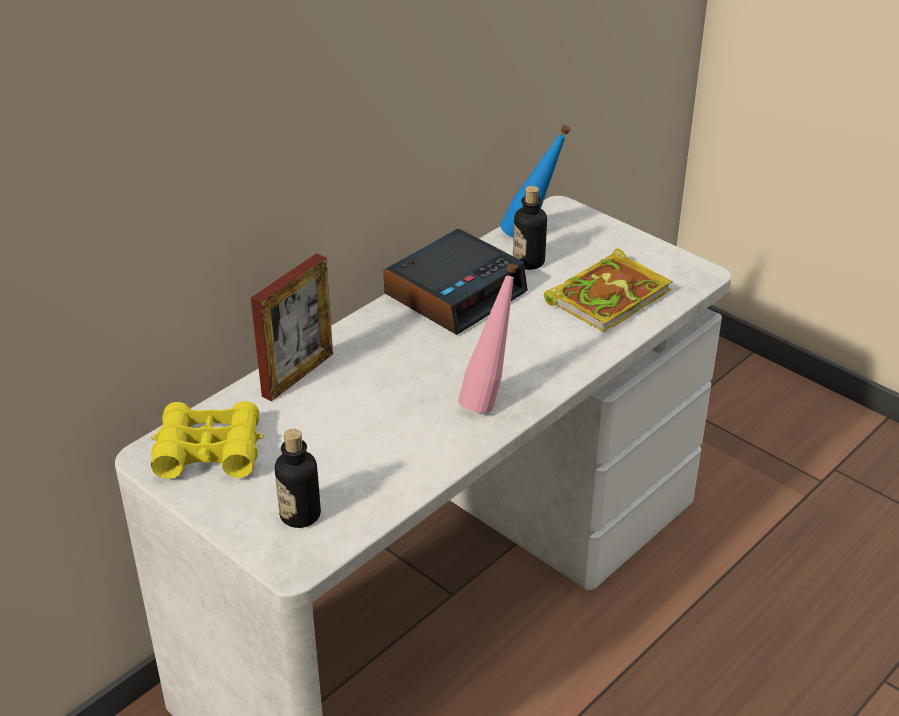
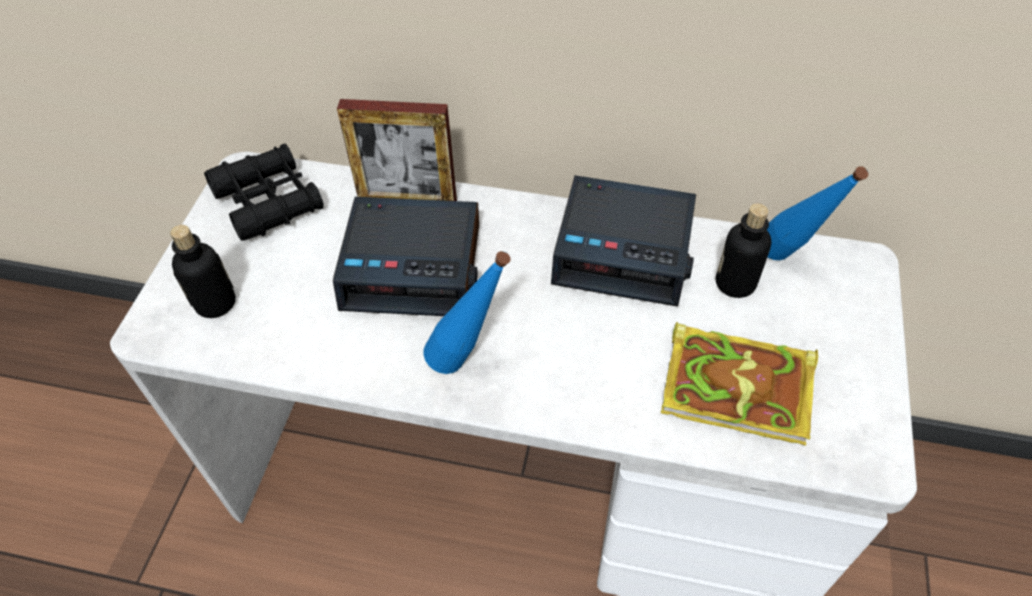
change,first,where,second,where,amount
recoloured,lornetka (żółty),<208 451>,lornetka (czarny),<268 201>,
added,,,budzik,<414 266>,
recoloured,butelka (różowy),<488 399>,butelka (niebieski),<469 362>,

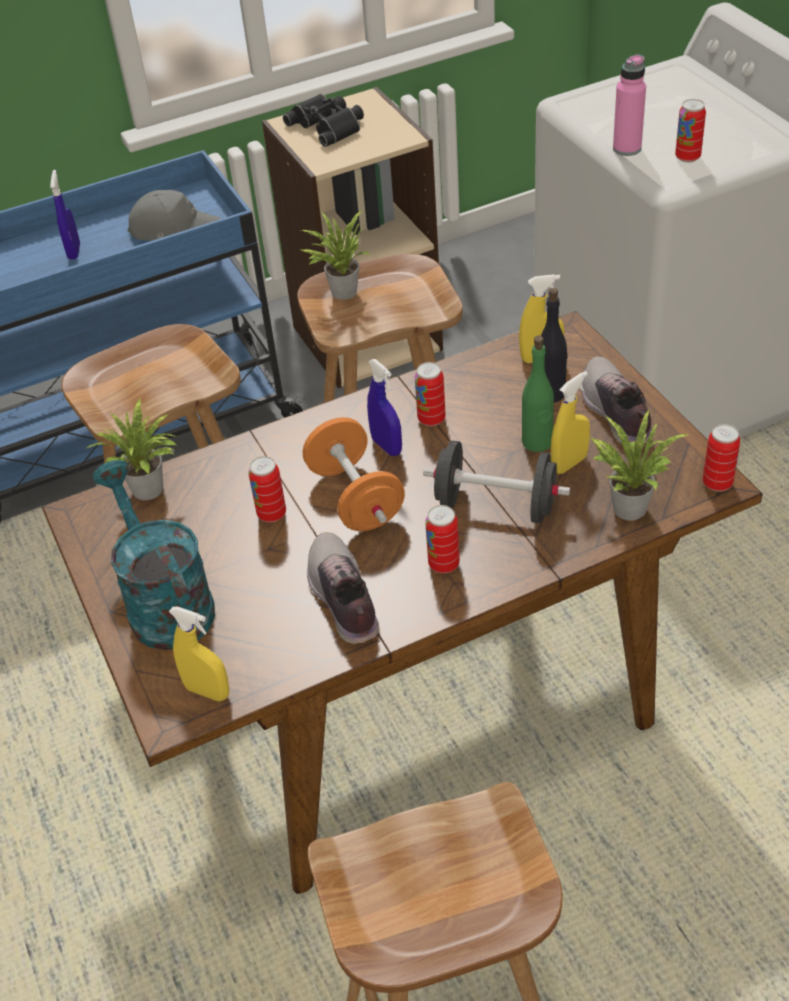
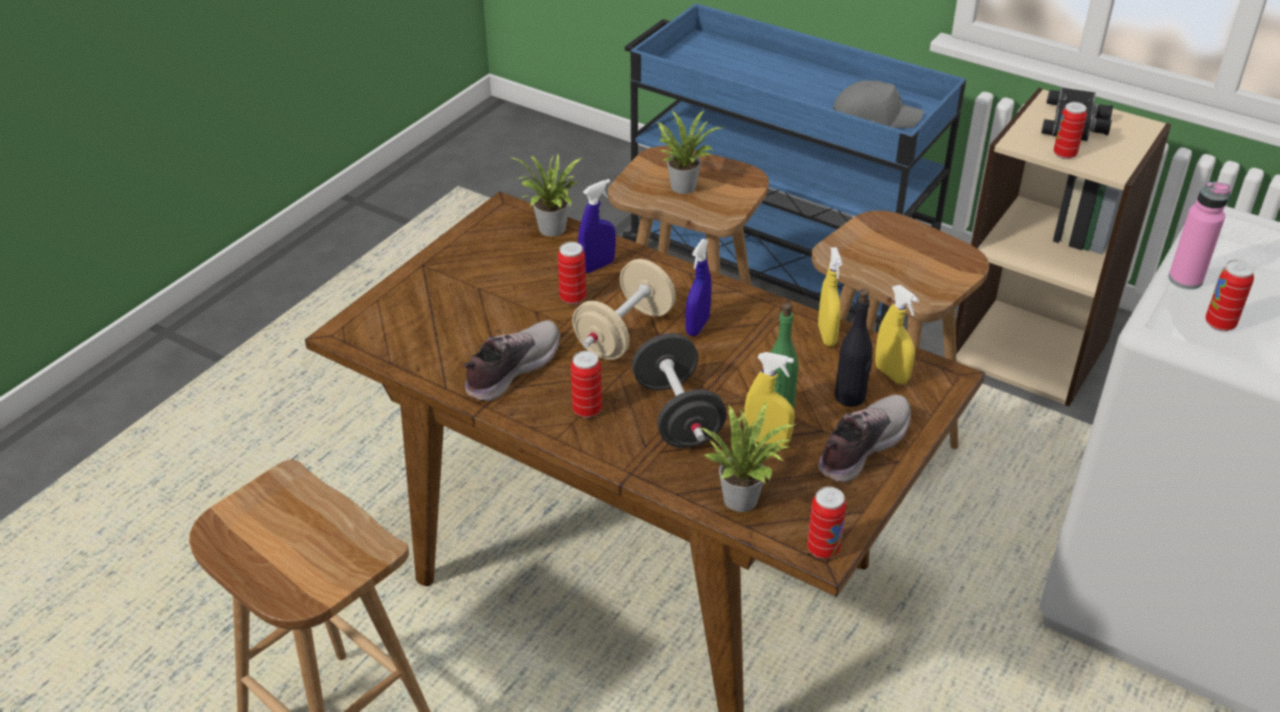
change,first,where,second,where,amount
recoloured,hantel (pomarańczowy),<355 498>,hantel (beżowy),<624 333>,
moved,spryskiwacz (niebieski),<74 251>,,<597 266>,
moved,roślina doniczkowa,<341 291>,,<683 185>,
moved,spryskiwacz (żółty),<207 691>,,<827 335>,
turned,czapka z daszkiem (szary),<173 228>,,<874 118>,60 degrees counterclockwise
moved,puszka,<431 419>,,<1064 154>,
removed,konewka (turkusowy),<164 602>,,,

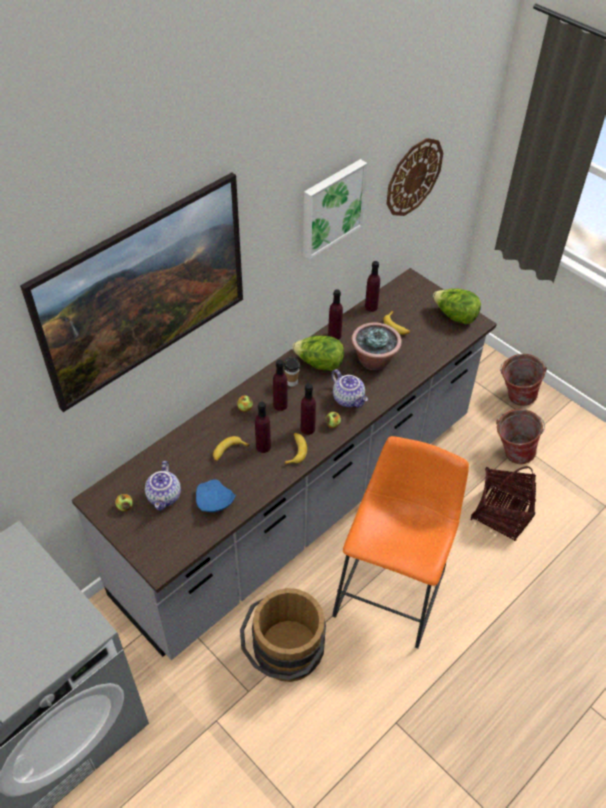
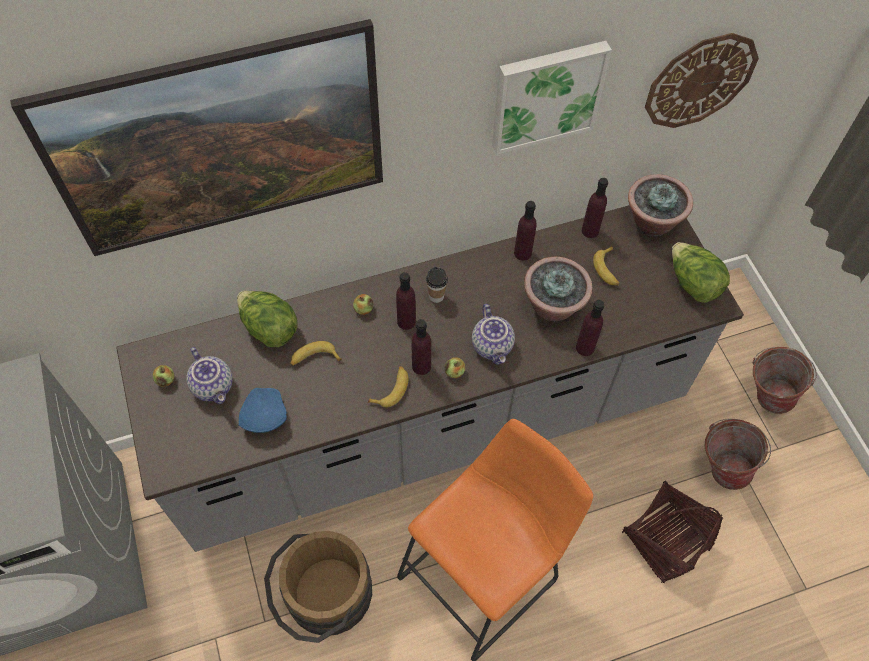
change,first,where,second,where,amount
turned,imbryk,<165 497>,,<214 386>,60 degrees counterclockwise
moved,sałata,<319 364>,,<269 328>,
moved,butelka (fioletowy),<263 447>,,<585 347>,
added,,,roślina doniczkowa,<651 222>,

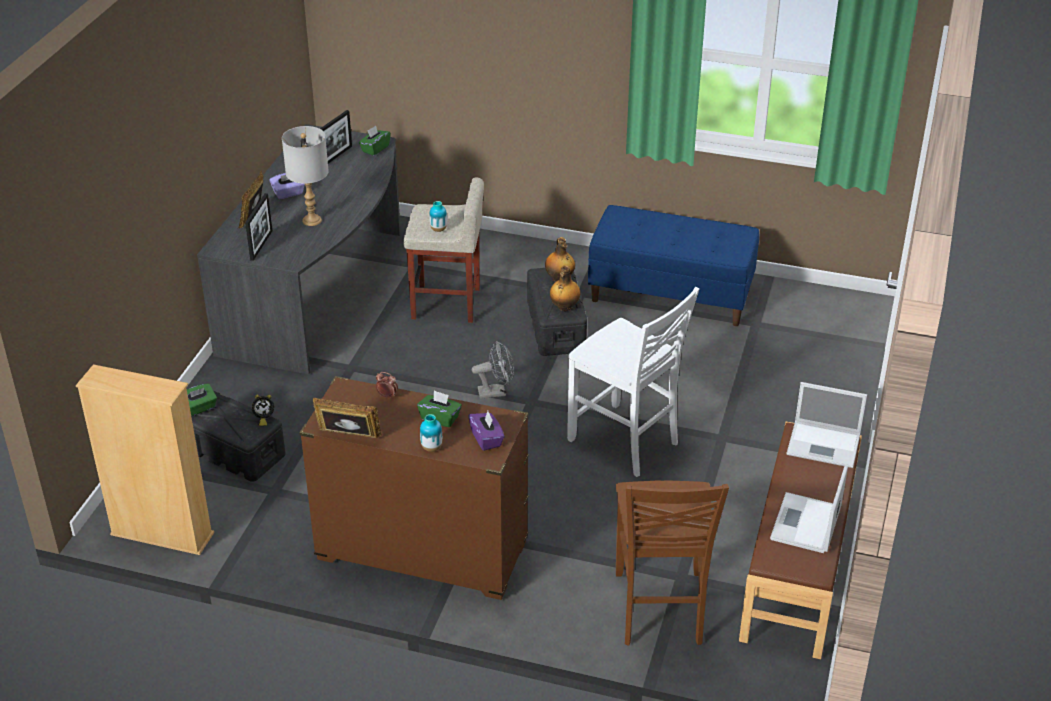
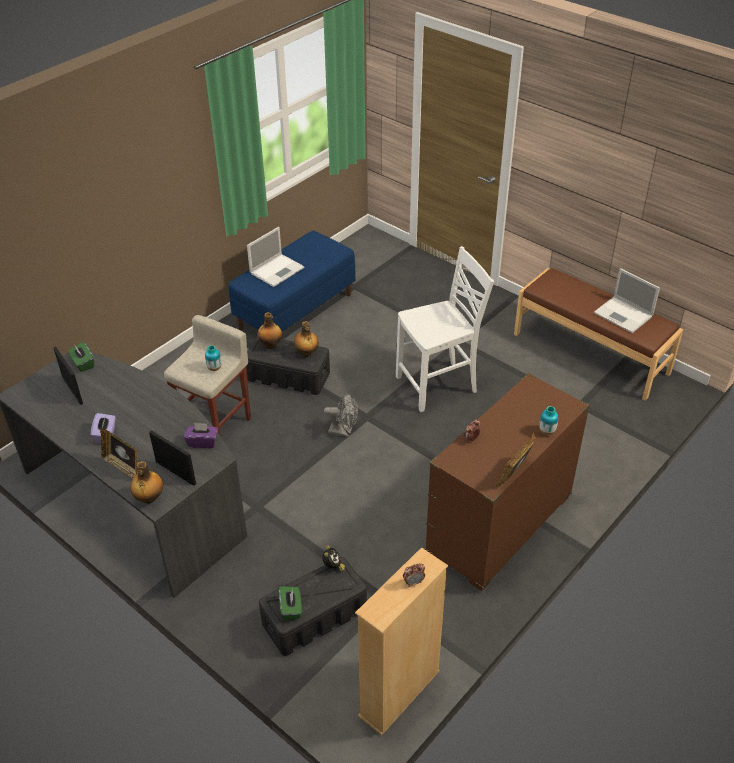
change,first,where,second,where,amount
added,,,butelka,<149 498>,
moved,pudełko chusteczek (fioletowy),<486 439>,,<202 442>,
moved,laptop,<825 444>,,<277 270>,
turned,wentylator (szary),<496 392>,,<344 431>,90 degrees clockwise
added,,,budzik,<413 582>,
removed,lampa stołowa (szary),<311 220>,,,
removed,pudełko chusteczek (zielony),<440 418>,,,
removed,krzesło (brązowy),<659 609>,,,

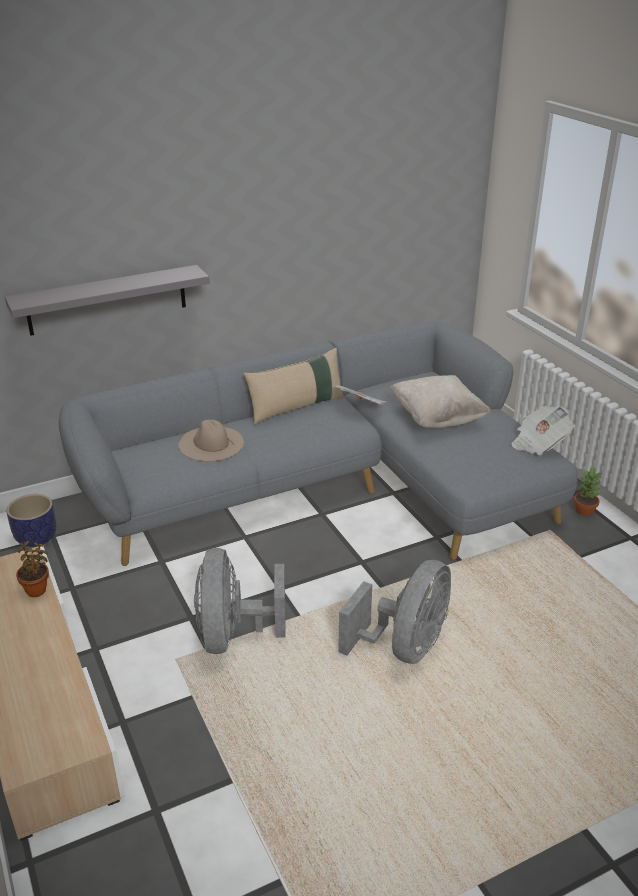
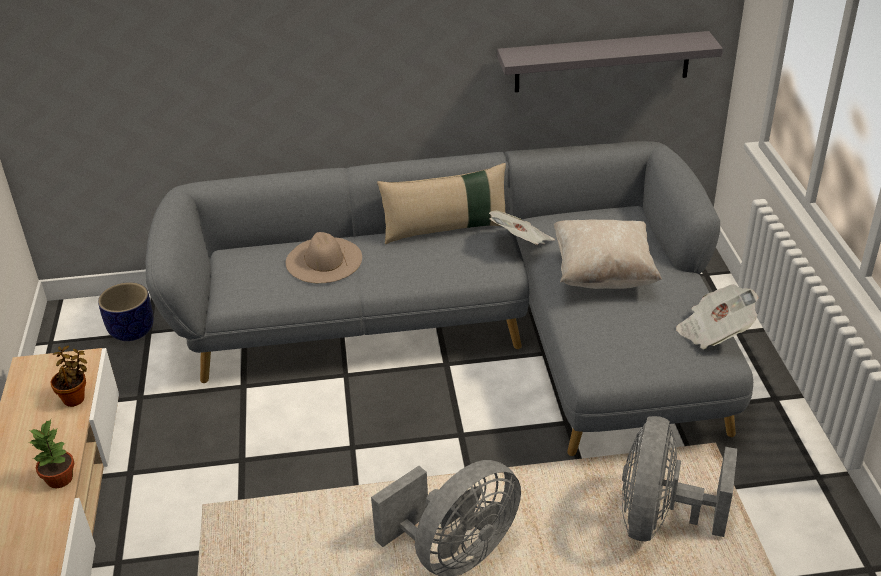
change,first,where,second,where,amount
moved,roślina doniczkowa,<585 511>,,<60 479>,
moved,półka (szary),<107 300>,,<602 62>,
moved,wentylator (szary),<233 635>,,<660 519>,

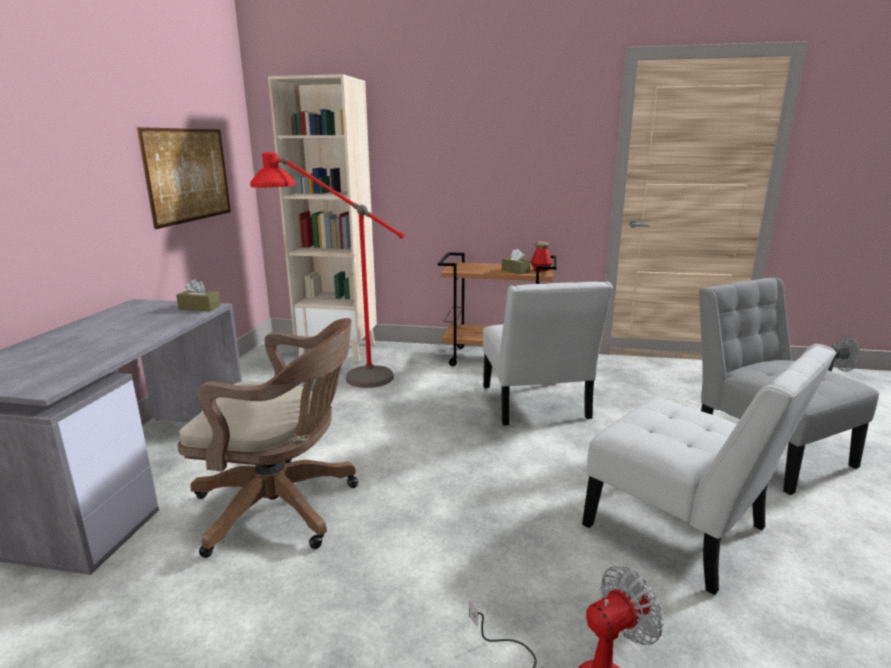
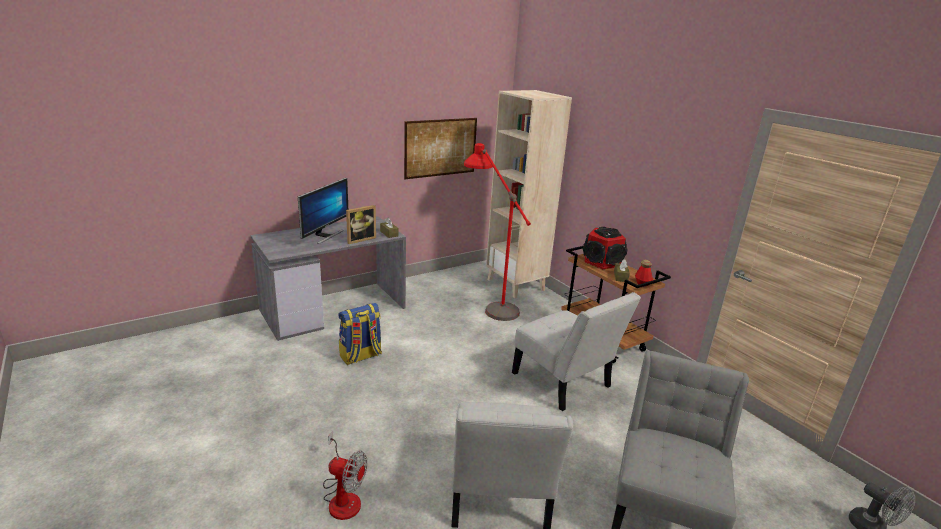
change,first,where,second,where,amount
added,,,monitor,<325 235>,
replaced,krzesło biurowe (brązowy),<284 507>,plecak,<360 356>,
added,,,ramka na zdjęcie,<360 239>,
turned,krzesło (biały),<535 405>,,<564 383>,75 degrees counterclockwise
added,,,głośnik,<602 262>,

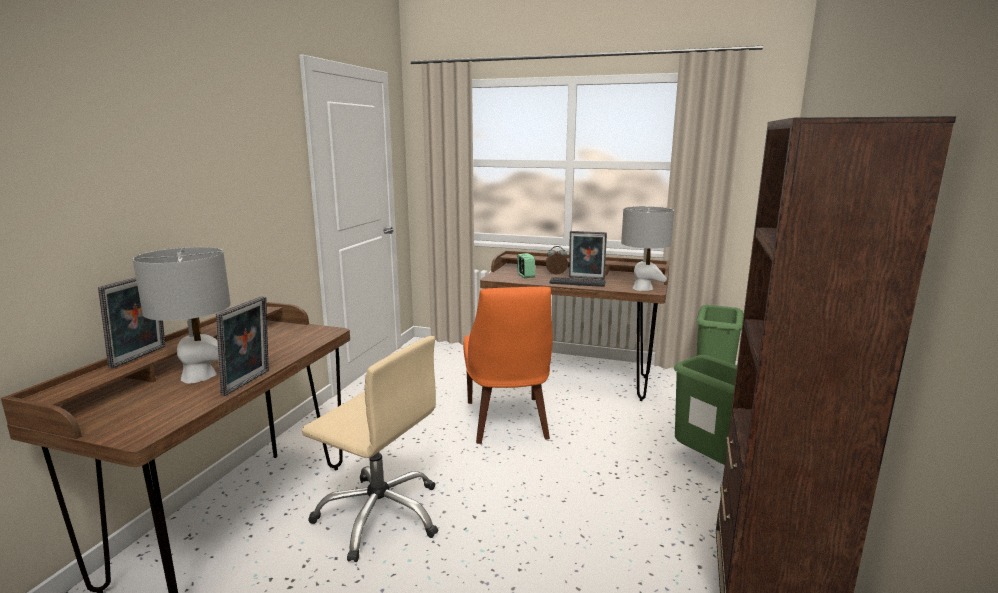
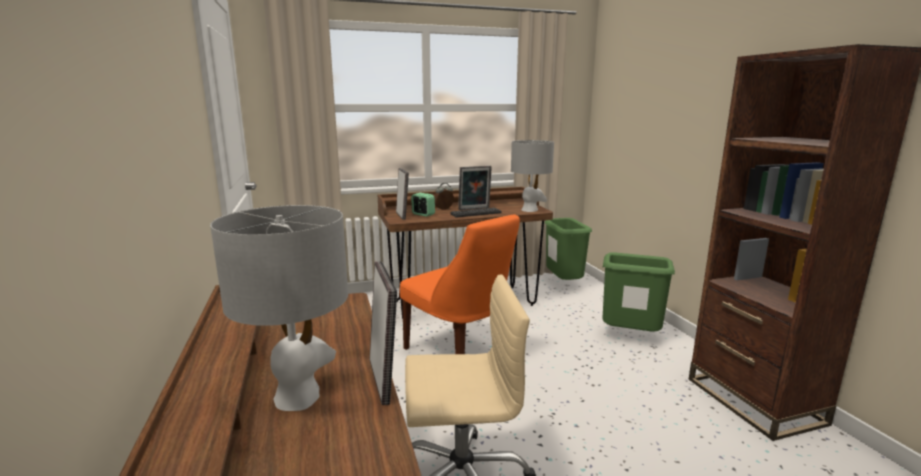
change,first,where,second,where,amount
moved,ramka na zdjęcie,<141 357>,,<402 216>,

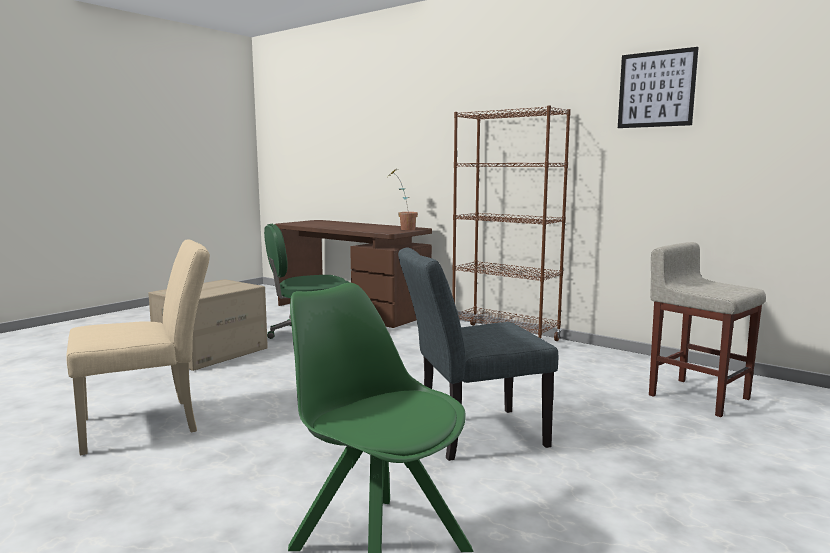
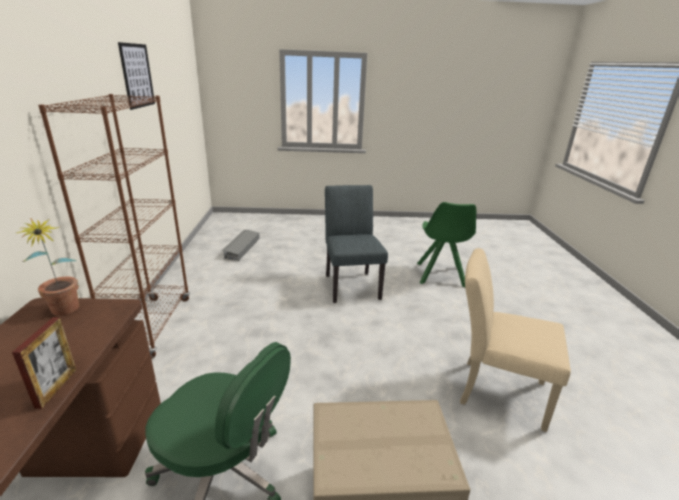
change,first,where,second,where,amount
added,,,ramka na zdjęcie,<56 387>,
replaced,stołek (beżowy),<697 396>,pojemnik do przechowywania (szary),<241 248>,
turned,krzesło (szary),<471 435>,,<351 284>,135 degrees counterclockwise

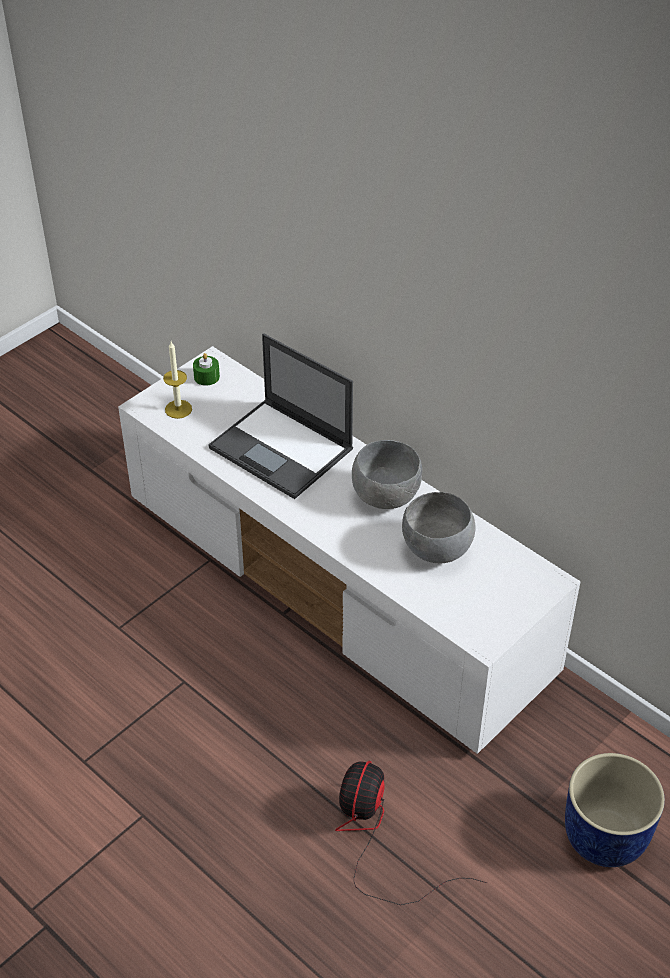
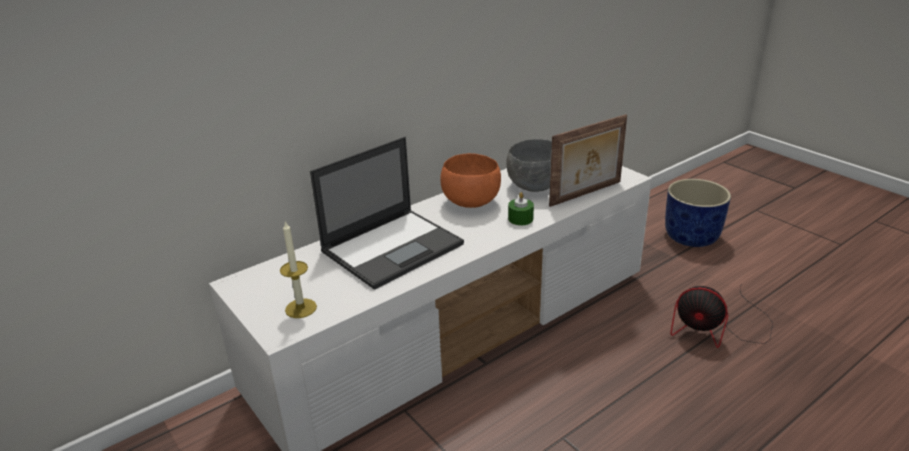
change,first,where,second,where,amount
recoloured,miska (szary),<387 495>,miska (pomarańczowy),<470 202>,
moved,świeca (zielony),<206 377>,,<520 219>,
added,,,ramka na zdjęcie,<586 194>,

